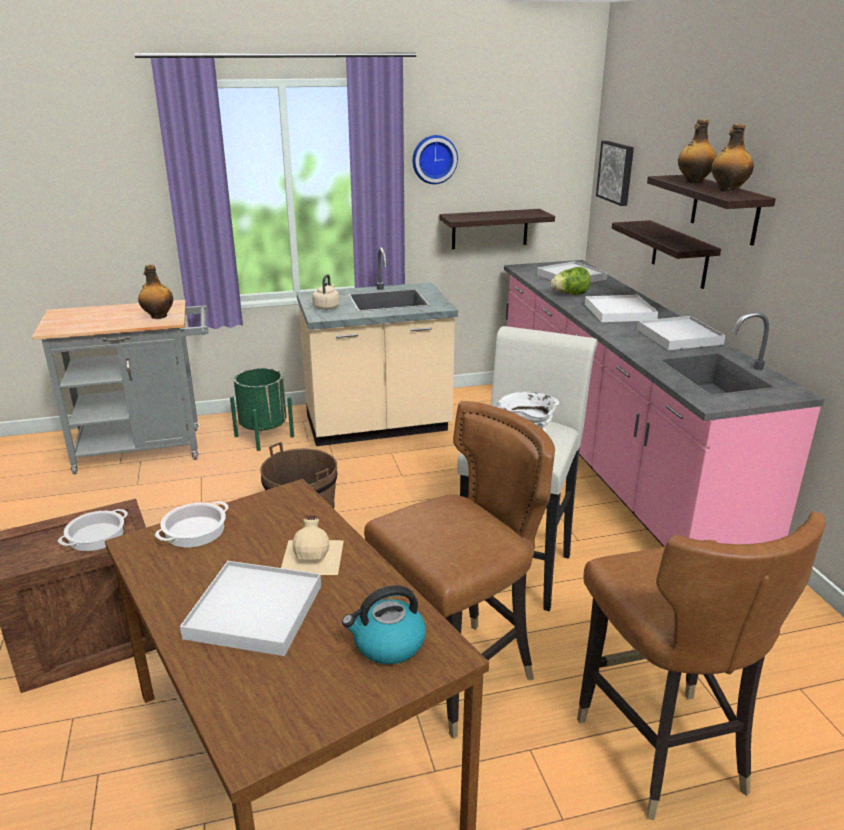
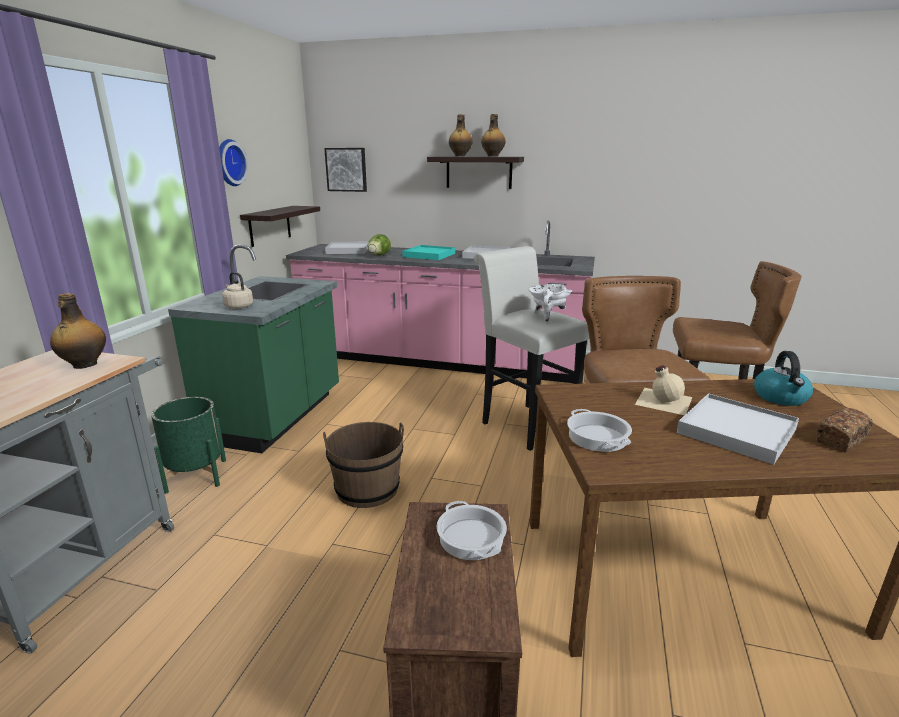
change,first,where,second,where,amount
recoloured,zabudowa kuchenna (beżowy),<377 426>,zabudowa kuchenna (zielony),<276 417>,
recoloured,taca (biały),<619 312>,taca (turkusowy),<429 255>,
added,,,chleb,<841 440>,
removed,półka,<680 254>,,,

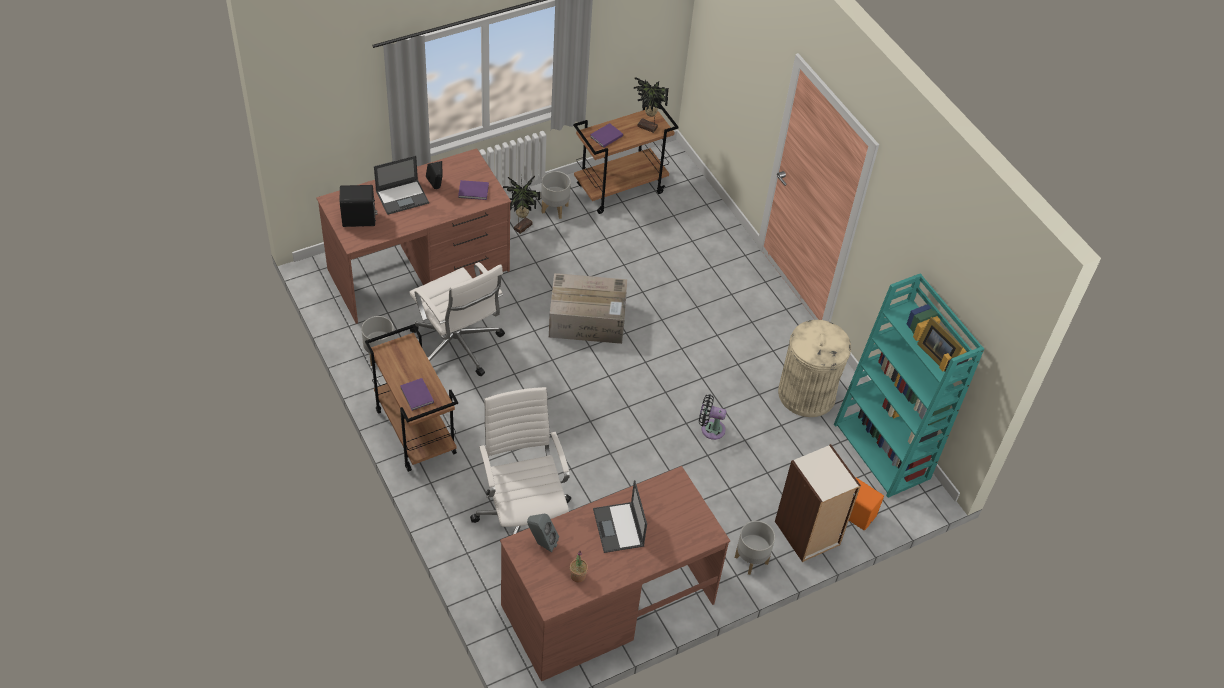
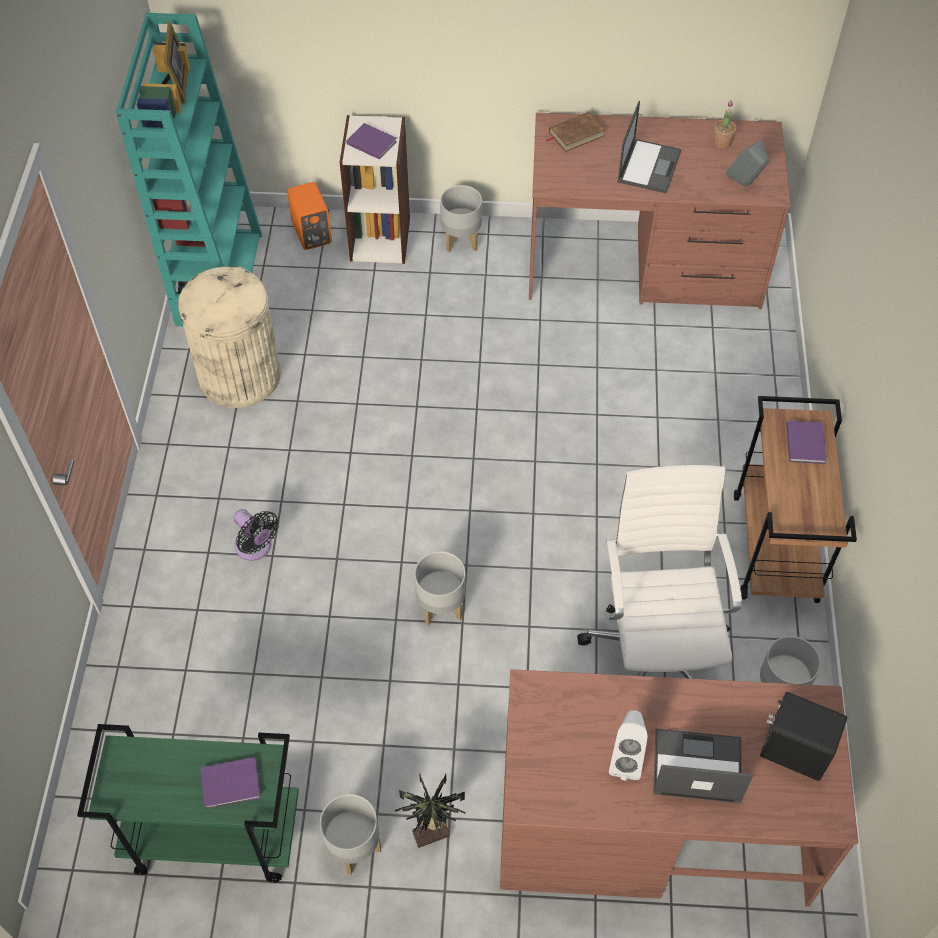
change,first,where,second,where,amount
recoloured,wózek (brązowy),<620 188>,wózek (zielony),<212 837>,
moved,wentylator (czarny),<710 429>,,<255 548>,
moved,książka (fioletowy),<474 191>,,<371 142>,
replaced,karton,<588 320>,donica (szary),<440 607>,
added,,,książka (brązowy),<576 134>,
recoloured,głośnik (czarny),<436 188>,głośnik (biały),<626 758>,
removed,krzesło biurowe (biały),<524 519>,,,
removed,roślina doniczkowa,<647 128>,,,

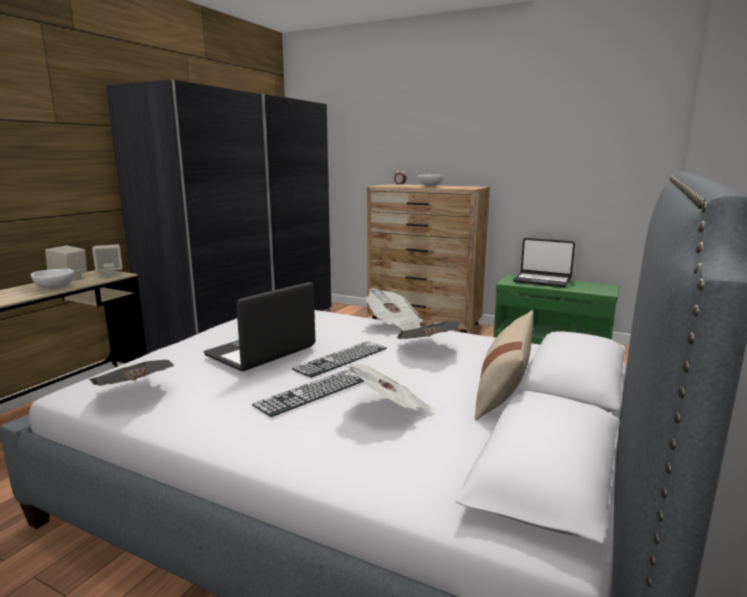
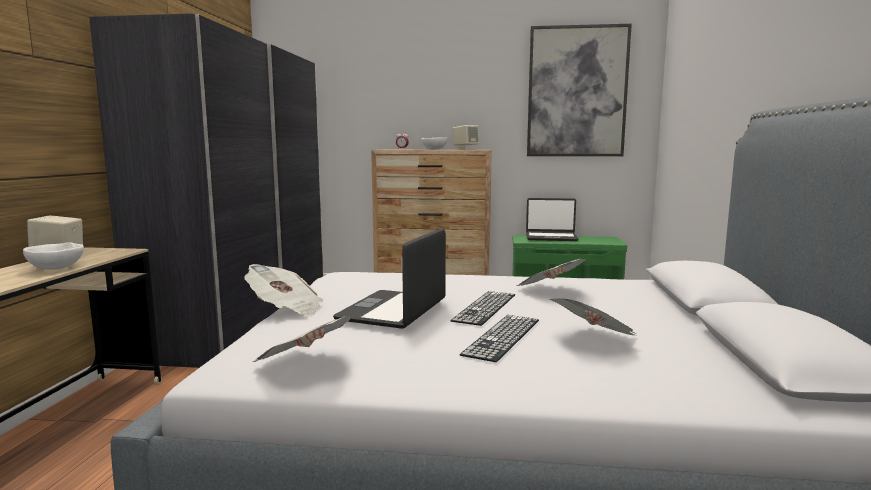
change,first,where,second,where,amount
moved,gazeta,<394 325>,,<286 309>,
moved,głośnik (beżowy),<110 275>,,<465 149>,
added,,,obraz,<577 92>,
removed,poduszka (beżowy),<504 388>,,,

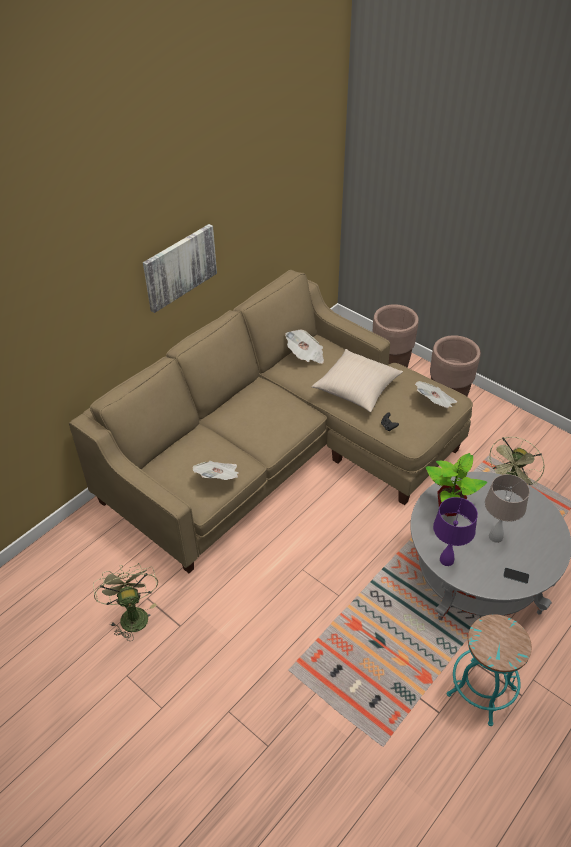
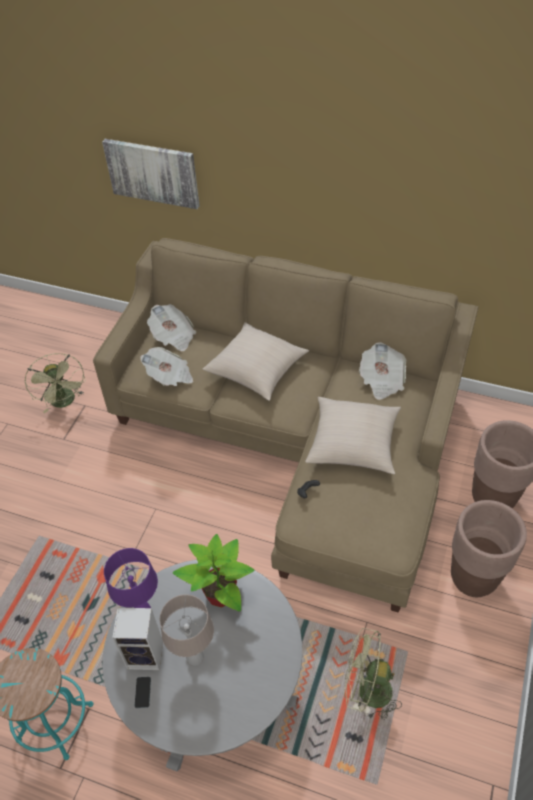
change,first,where,second,where,amount
turned,wentylator (zielony),<131 614>,,<65 402>,105 degrees clockwise
moved,obraz,<179 267>,,<153 172>,
added,,,głośnik,<147 654>,
moved,gazeta,<435 403>,,<173 336>,
added,,,poduszka (beżowy),<257 369>,

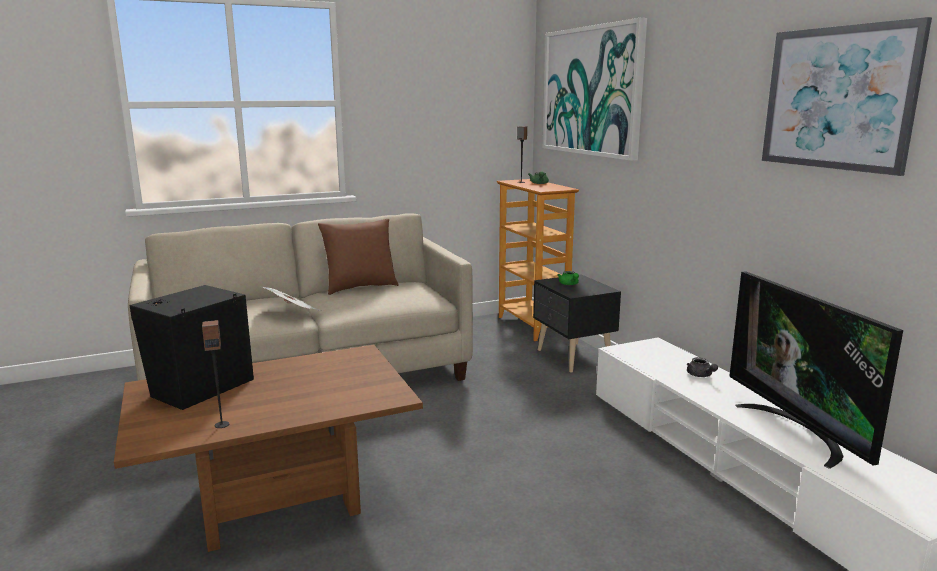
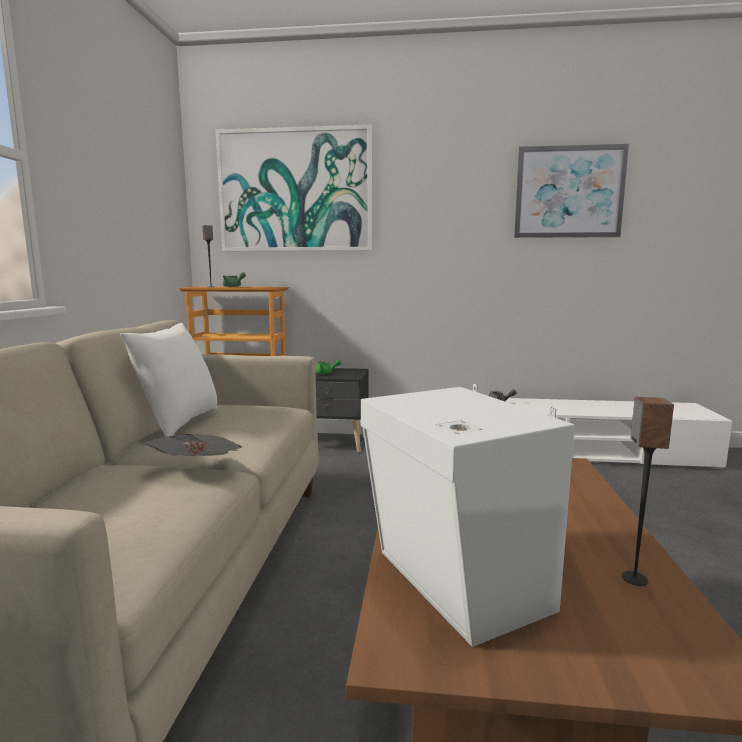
change,first,where,second,where,amount
recoloured,poduszka (brązowy),<360 287>,poduszka (biały),<178 423>,
recoloured,głośnik (czarny),<199 387>,głośnik (biały),<456 584>,
removed,telewizor,<798 431>,,,

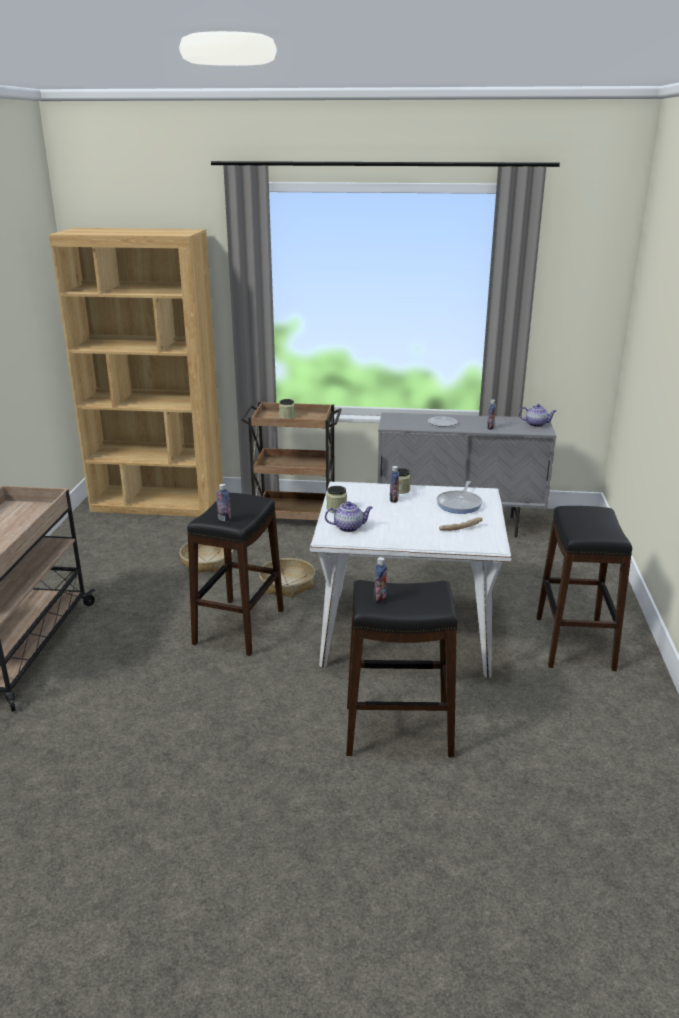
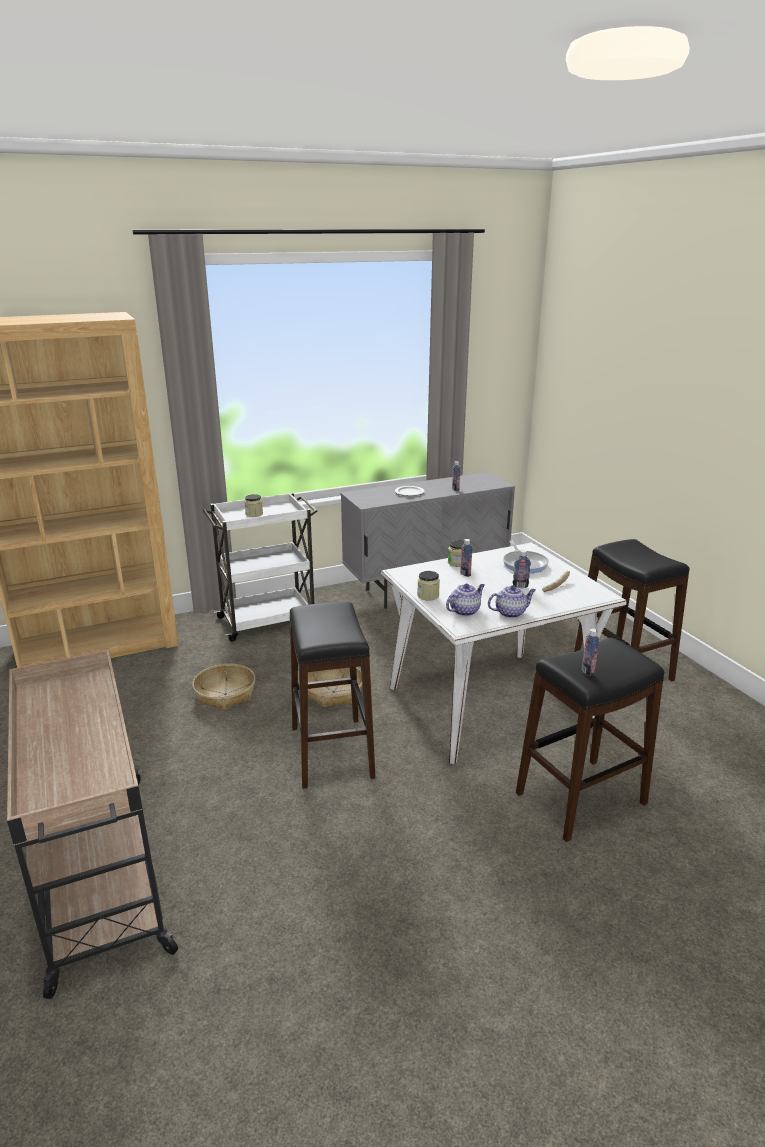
change,first,where,second,where,amount
recoloured,wózek (brązowy),<295 516>,wózek (biały),<268 620>,
moved,imbryk,<536 424>,,<511 612>,
moved,butelka,<224 519>,,<520 586>,

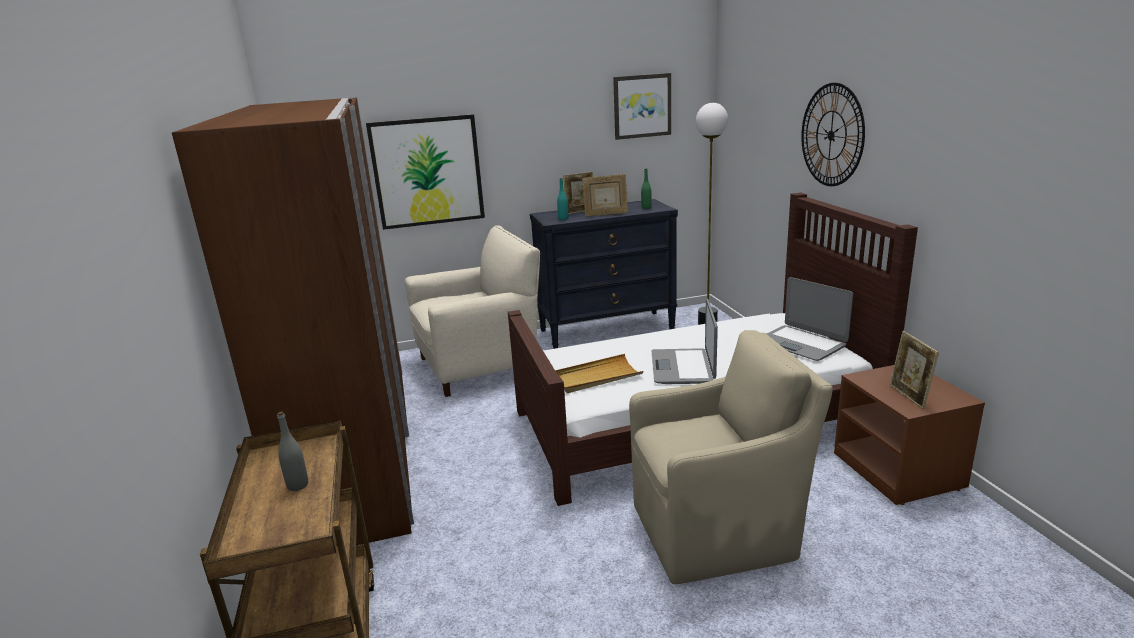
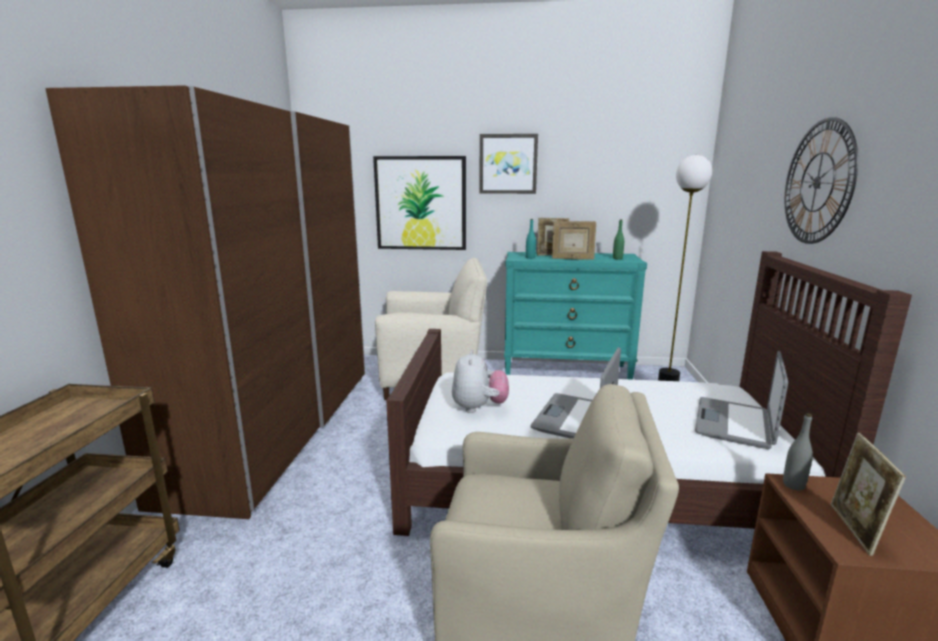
change,first,where,second,where,amount
replaced,taca (beżowy),<596 377>,pluszak,<479 408>,
moved,obraz,<642 106>,,<508 164>,
recoloured,komoda (czarny),<607 329>,komoda (turkusowy),<566 372>,
turned,laptop,<801 344>,,<735 423>,45 degrees clockwise
moved,butelka (szary),<298 485>,,<793 485>,

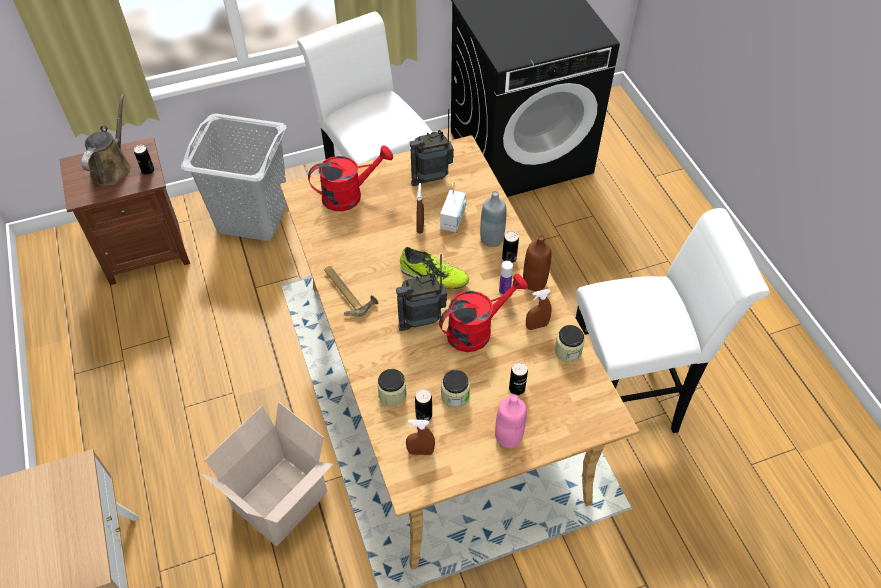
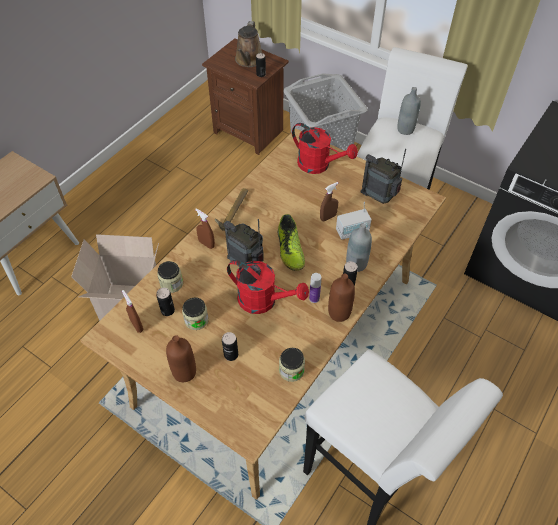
change,first,where,second,where,amount
recoloured,butelka (różowy),<508 437>,butelka (brązowy),<184 372>,
moved,spryskiwacz (brązowy),<536 326>,,<206 244>,
turned,konewka (brązowy),<113 168>,,<248 60>,120 degrees clockwise
added,,,butelka (szary),<405 129>,

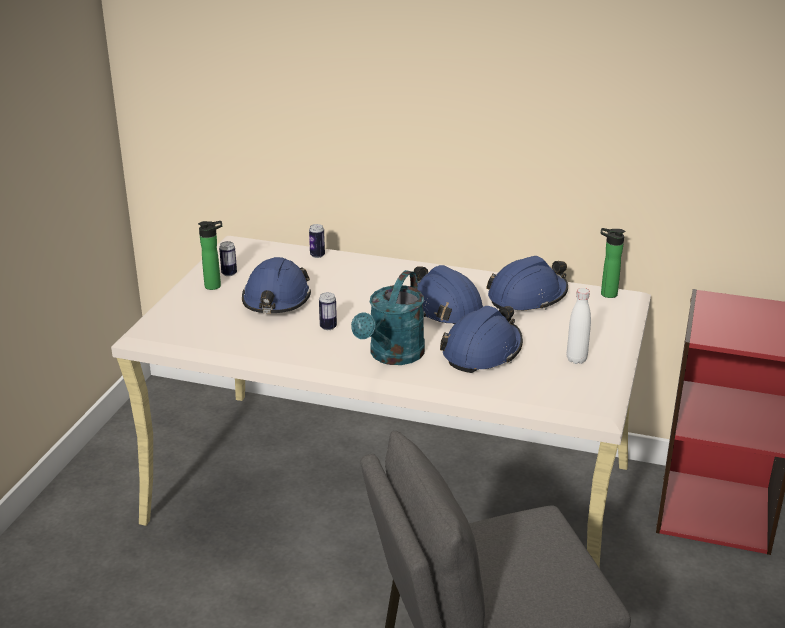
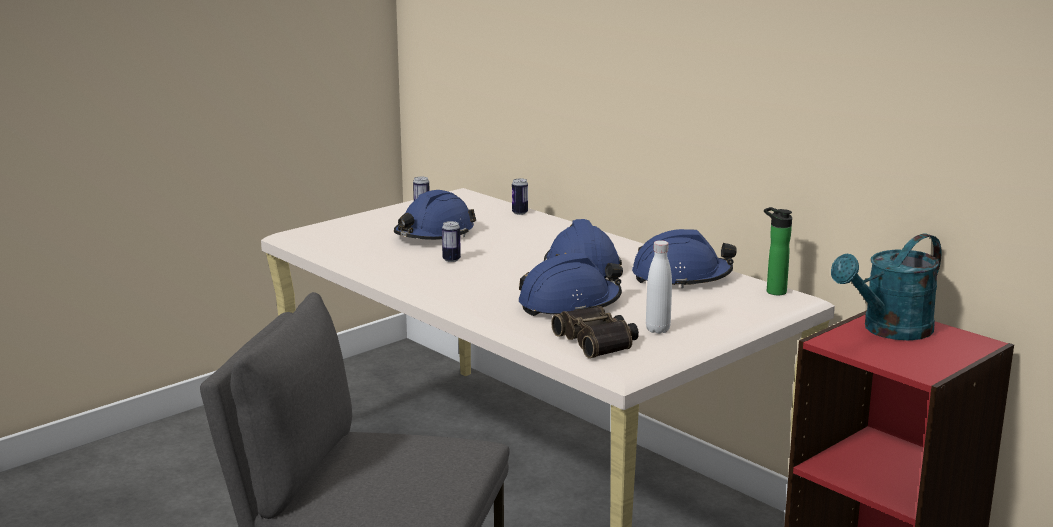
change,first,where,second,where,amount
added,,,lornetka,<598 341>,
moved,konewka (turkusowy),<392 356>,,<889 331>,
removed,butelka,<215 286>,,,

